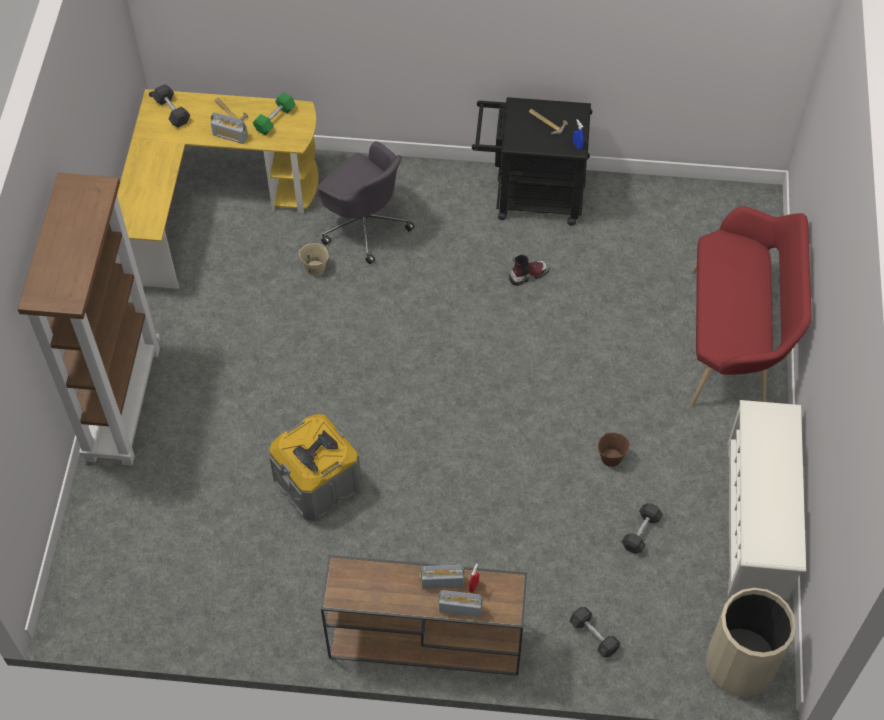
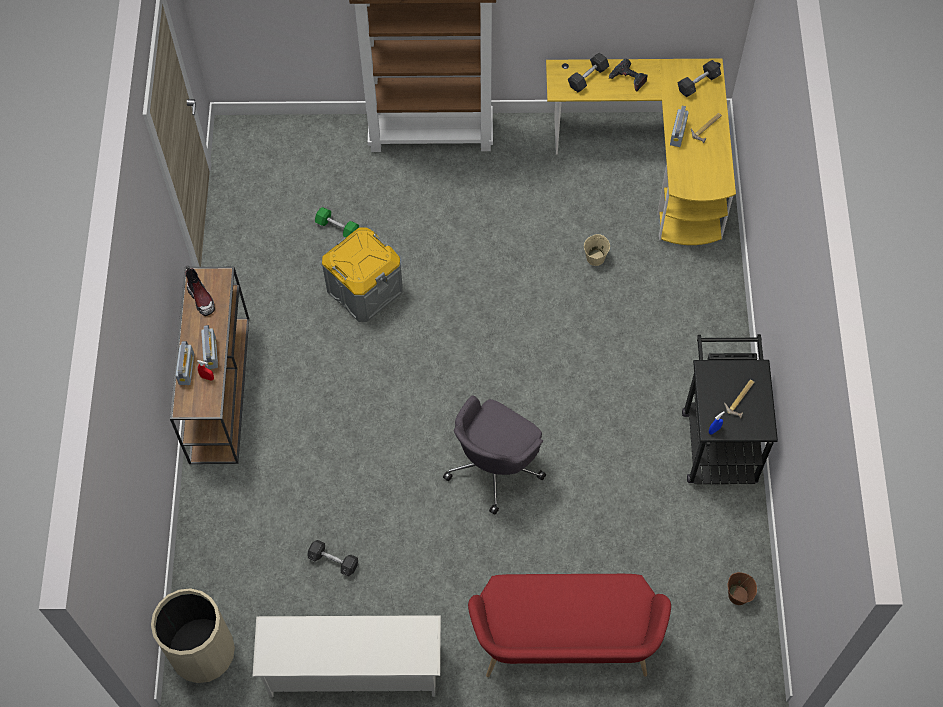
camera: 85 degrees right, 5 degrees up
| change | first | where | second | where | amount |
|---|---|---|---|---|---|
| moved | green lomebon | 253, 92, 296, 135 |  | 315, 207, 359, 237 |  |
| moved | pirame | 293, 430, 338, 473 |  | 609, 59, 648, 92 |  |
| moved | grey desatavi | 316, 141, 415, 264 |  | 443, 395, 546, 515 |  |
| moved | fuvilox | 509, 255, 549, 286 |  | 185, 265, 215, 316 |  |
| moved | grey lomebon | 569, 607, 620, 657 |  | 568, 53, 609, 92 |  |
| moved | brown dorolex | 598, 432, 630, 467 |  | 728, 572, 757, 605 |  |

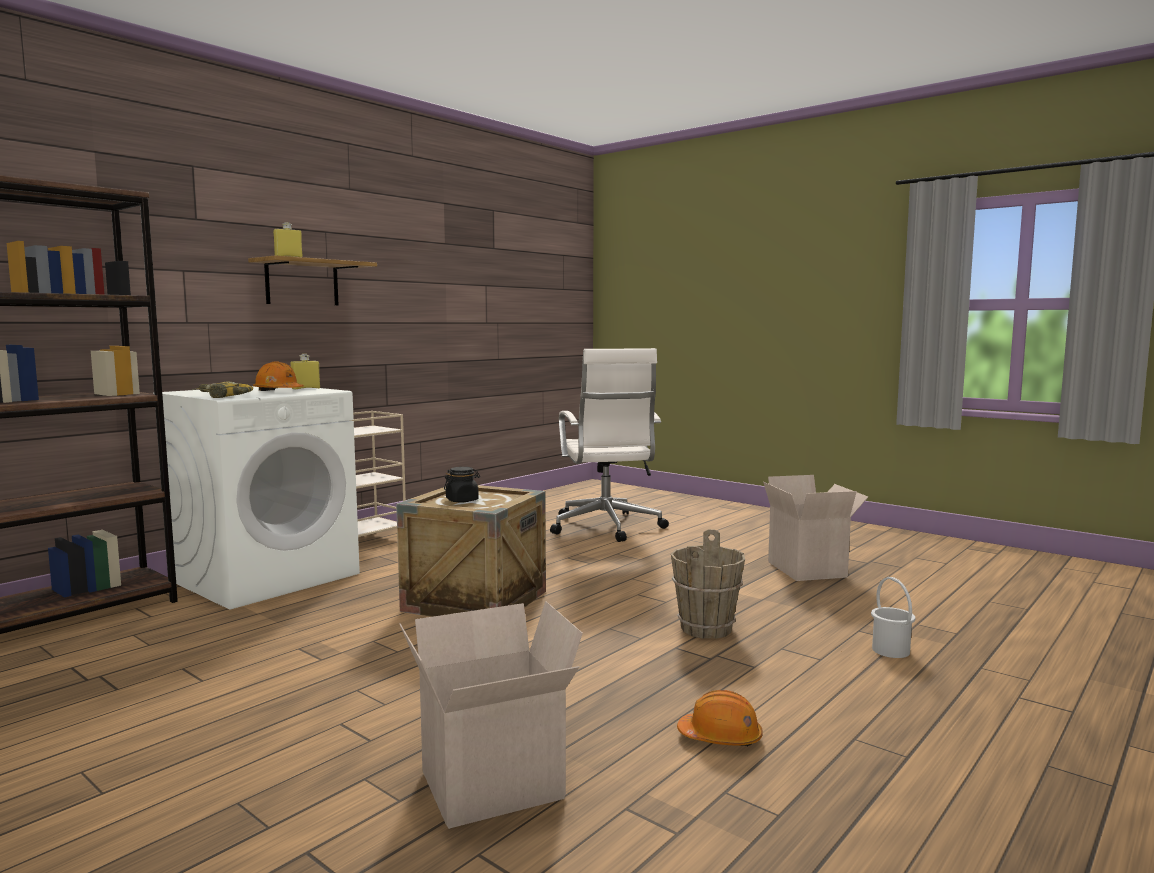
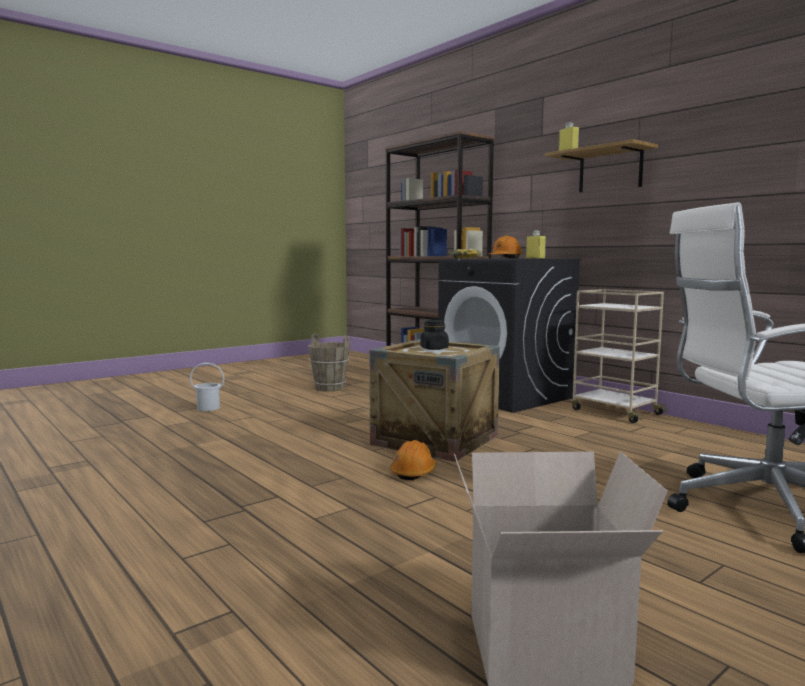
camera: 100 degrees right, 0 degrees up
| change | first | where | second | where | amount |
|---|---|---|---|---|---|
| recoloured | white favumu | 153, 386, 360, 610 | black favumu | 438, 259, 582, 413 |  |
| removed | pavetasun | 399, 601, 583, 829 |  |  |  |
| moved | brown dorolex | 671, 529, 745, 639 |  | 308, 333, 350, 392 |  |
| moved | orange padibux | 677, 690, 763, 746 |  | 390, 440, 436, 480 |  |
| moved | white dorolex | 871, 577, 916, 658 |  | 190, 363, 224, 411 |  |

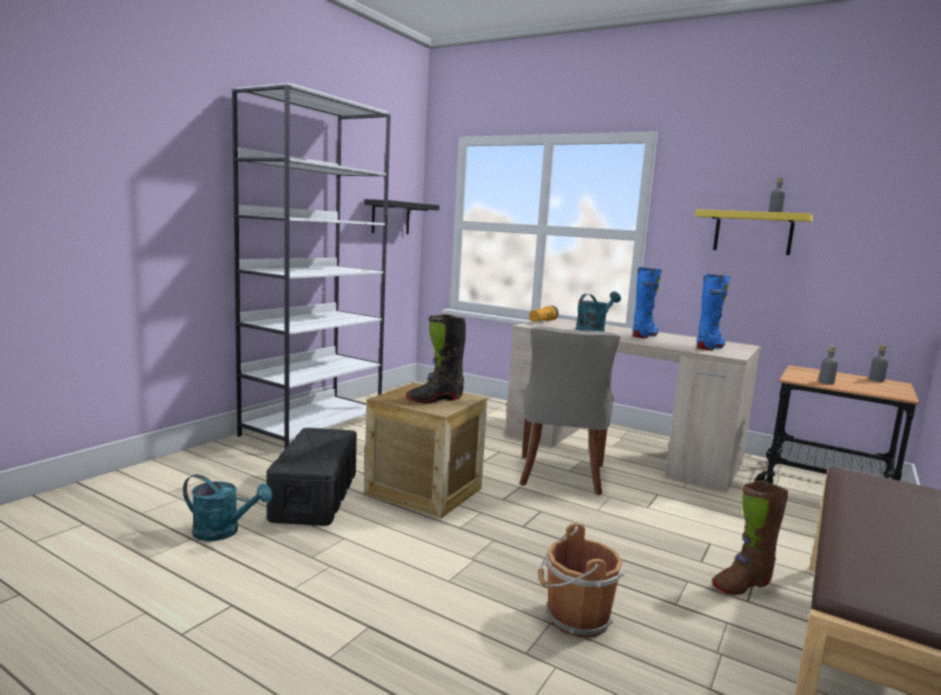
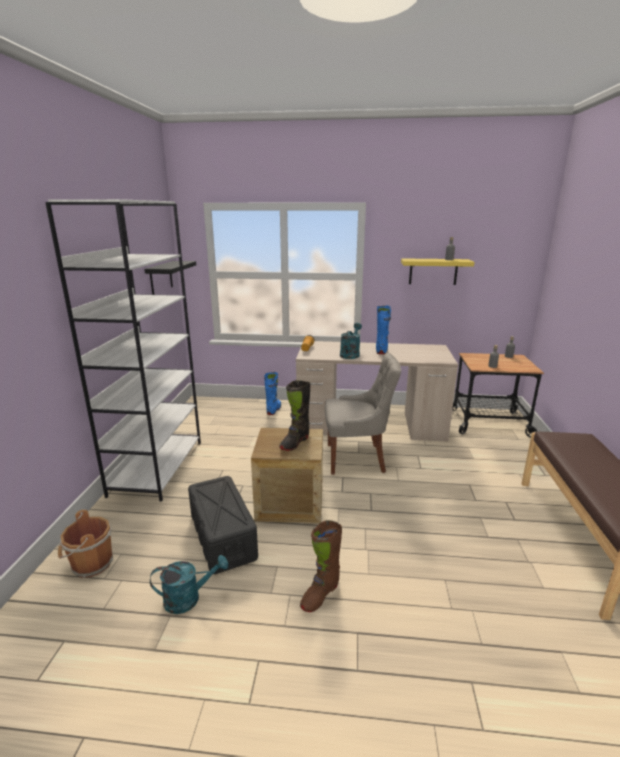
camera: 25 degrees left, 10 degrees up
| change | first | where | second | where | amount |
|---|---|---|---|---|---|
| turned | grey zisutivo | 519, 326, 620, 495 |  | 325, 353, 401, 475 | 75 degrees counterclockwise |
| moved | brown dorolex | 538, 523, 624, 637 |  | 58, 510, 113, 578 |  |
| moved | blue fuvilox | 697, 273, 730, 351 |  | 264, 372, 281, 415 |  |
| moved | brown fuvilox | 712, 481, 788, 595 |  | 300, 520, 342, 612 |  |

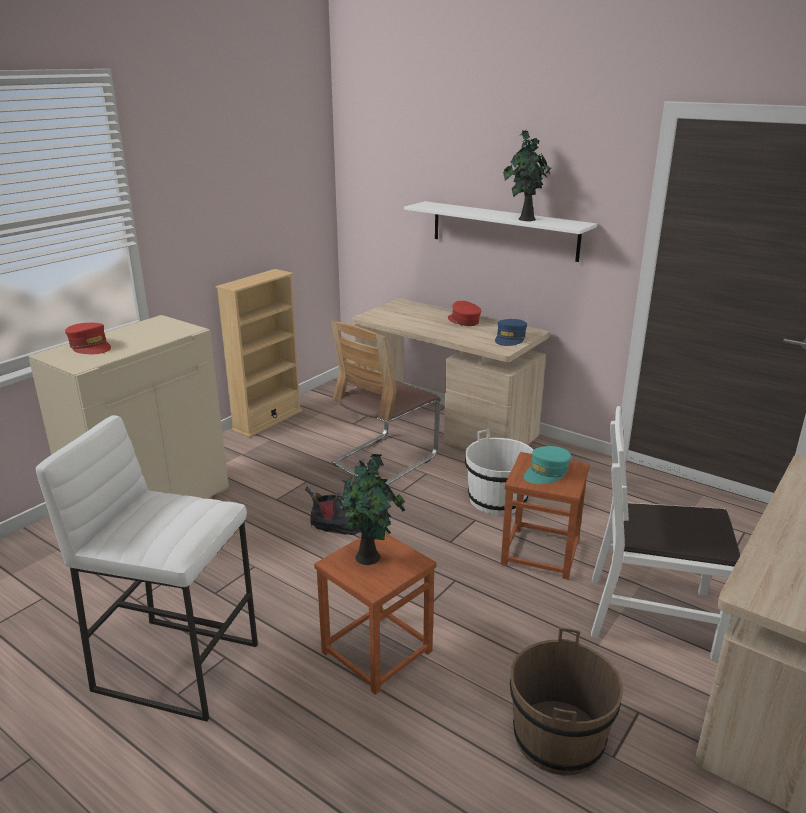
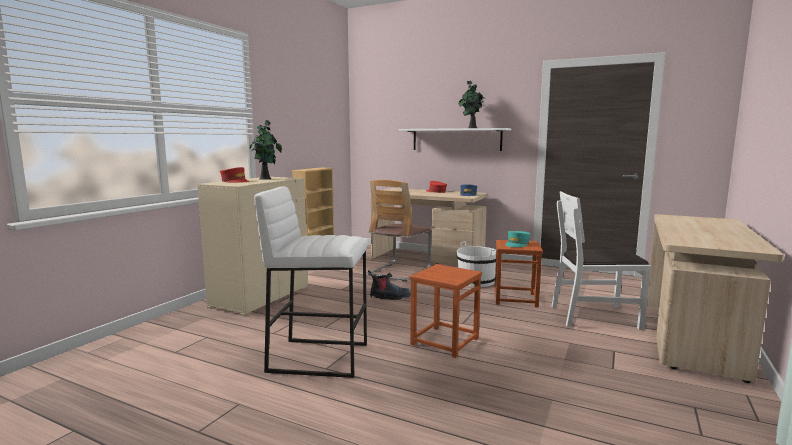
camera: 10 degrees left, 15 degrees down
| change | first | where | second | where | amount |
|---|---|---|---|---|---|
| moved | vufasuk | 337, 454, 405, 565 |  | 249, 120, 282, 180 |  |
| removed | brown dorolex | 510, 627, 623, 775 |  |  |  |

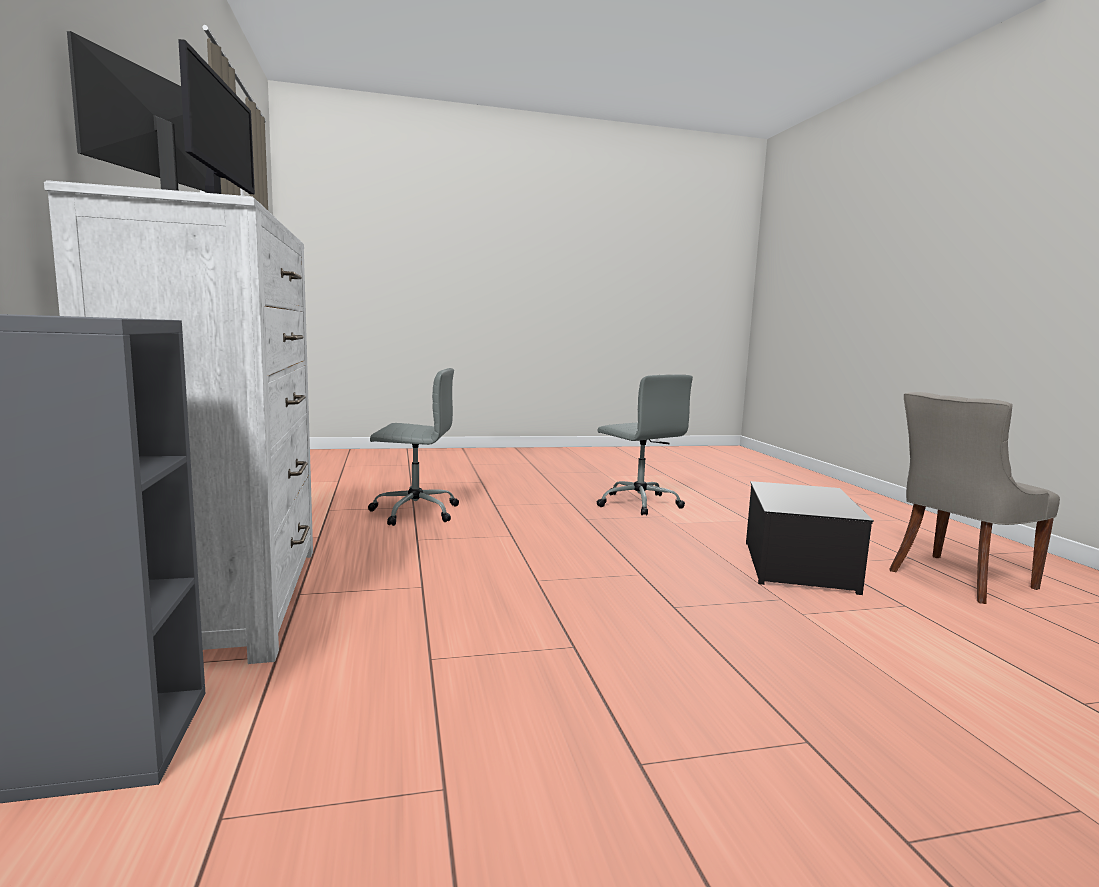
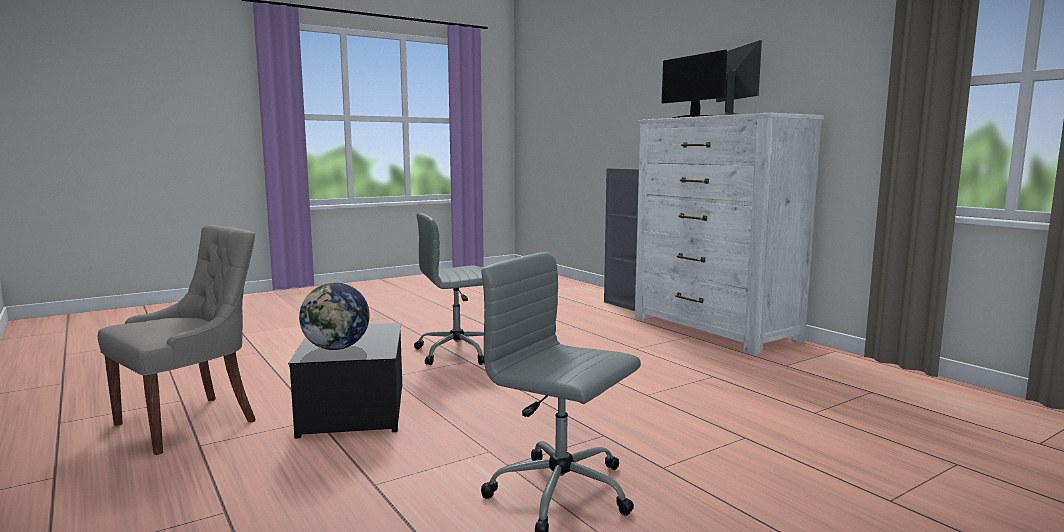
camera: 160 degrees right, 0 degrees up
| change | first | where | second | where | amount |
|---|---|---|---|---|---|
| moved | grey desatavi | 368, 368, 459, 526 |  | 414, 213, 484, 365 |  |
| added |  |  | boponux | 299, 283, 370, 350 |  |

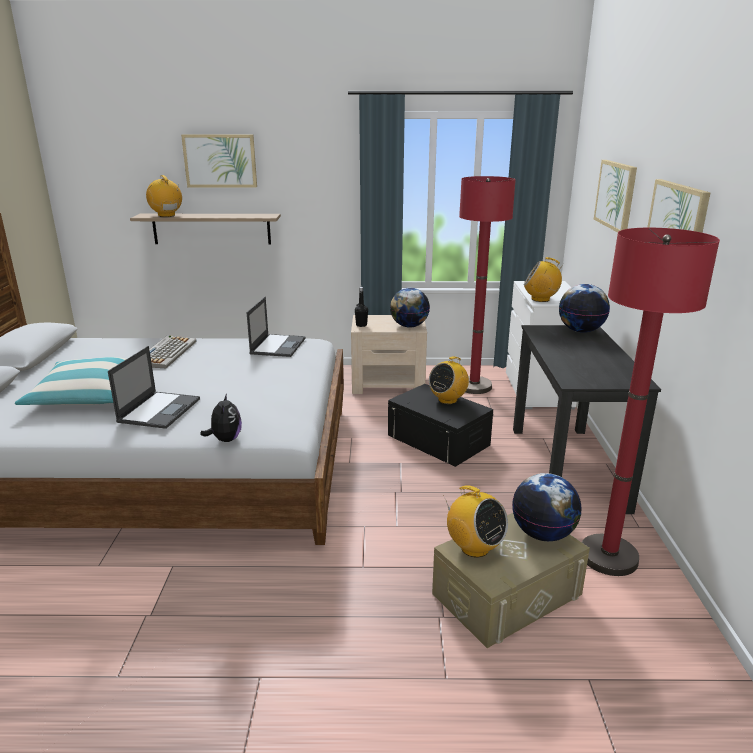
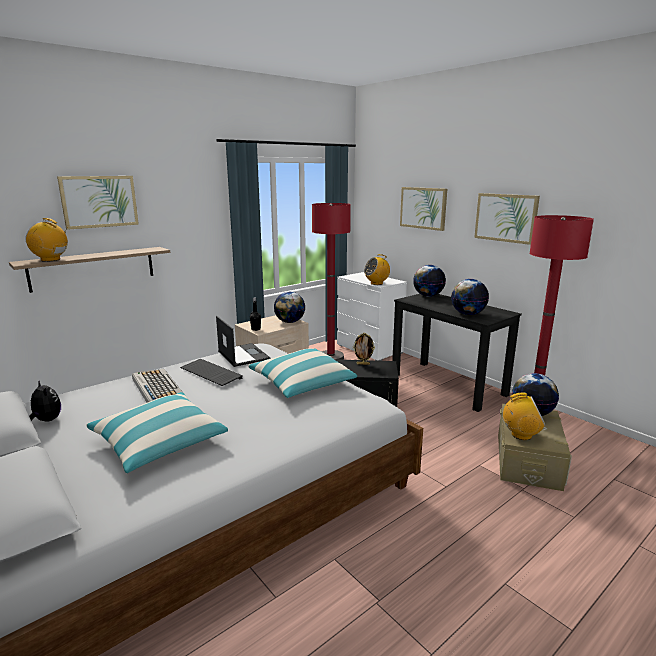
camera: 40 degrees left, 5 degrees down
| change | first | where | second | where | amount |
|---|---|---|---|---|---|
| removed | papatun | 108, 346, 200, 429 |  |  |  |
| moved | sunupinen | 200, 393, 242, 442 |  | 29, 381, 61, 422 |  |
| replaced | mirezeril | 429, 356, 469, 404 | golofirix | 353, 333, 375, 365 |  |
| added |  |  | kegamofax | 180, 359, 243, 386 |  |
| added |  |  | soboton | 248, 348, 357, 398 |  |
| added |  |  | boponux | 451, 279, 489, 315 |  |

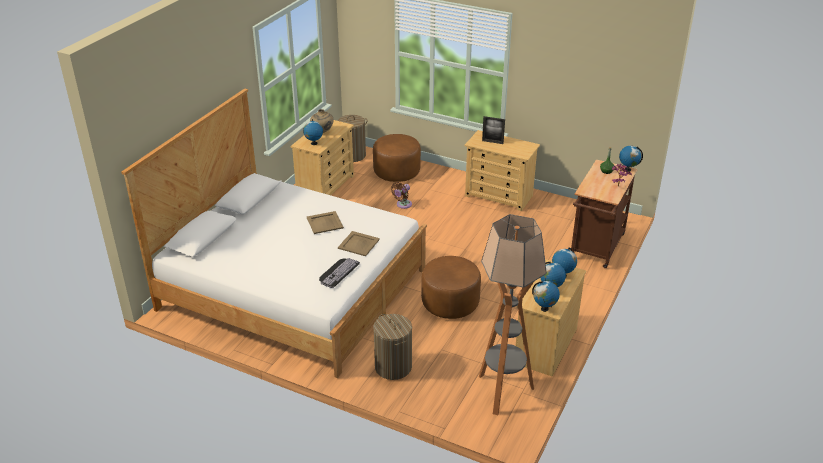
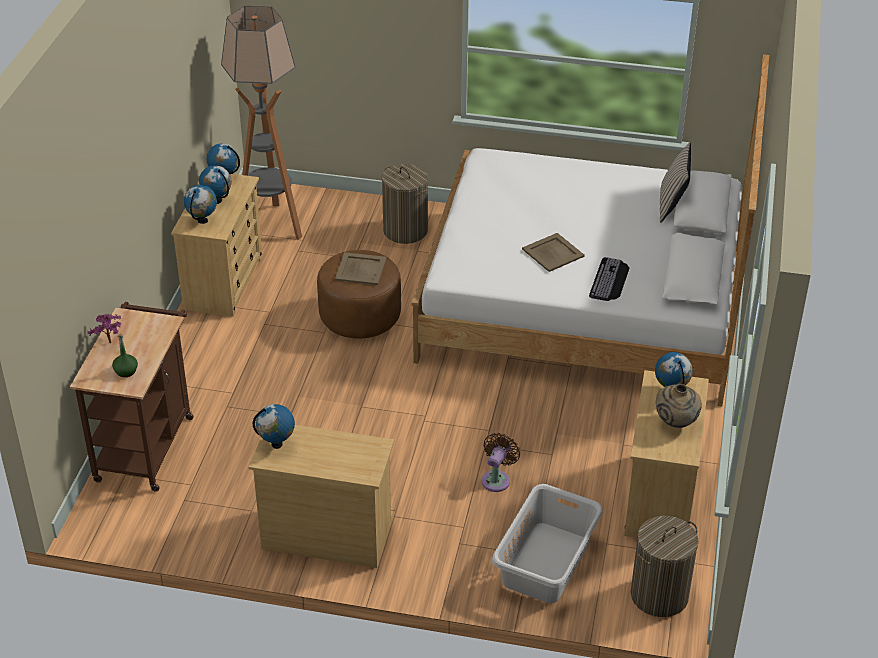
camera: 165 degrees right, 5 degrees up
| change | first | where | second | where | amount |
|---|---|---|---|---|---|
| moved | kegamofax | 319, 258, 360, 288 |  | 589, 257, 629, 301 |  |
| moved | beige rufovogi | 338, 231, 380, 256 |  | 335, 252, 386, 285 |  |
| replaced | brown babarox | 373, 134, 421, 182 | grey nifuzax | 492, 484, 603, 603 |  |
| removed | golofirix | 482, 116, 505, 144 |  |  |  |
| moved | boponux | 619, 146, 643, 172 |  | 253, 404, 295, 449 |  |
| added |  |  | beige soboton | 660, 142, 691, 223 |  |

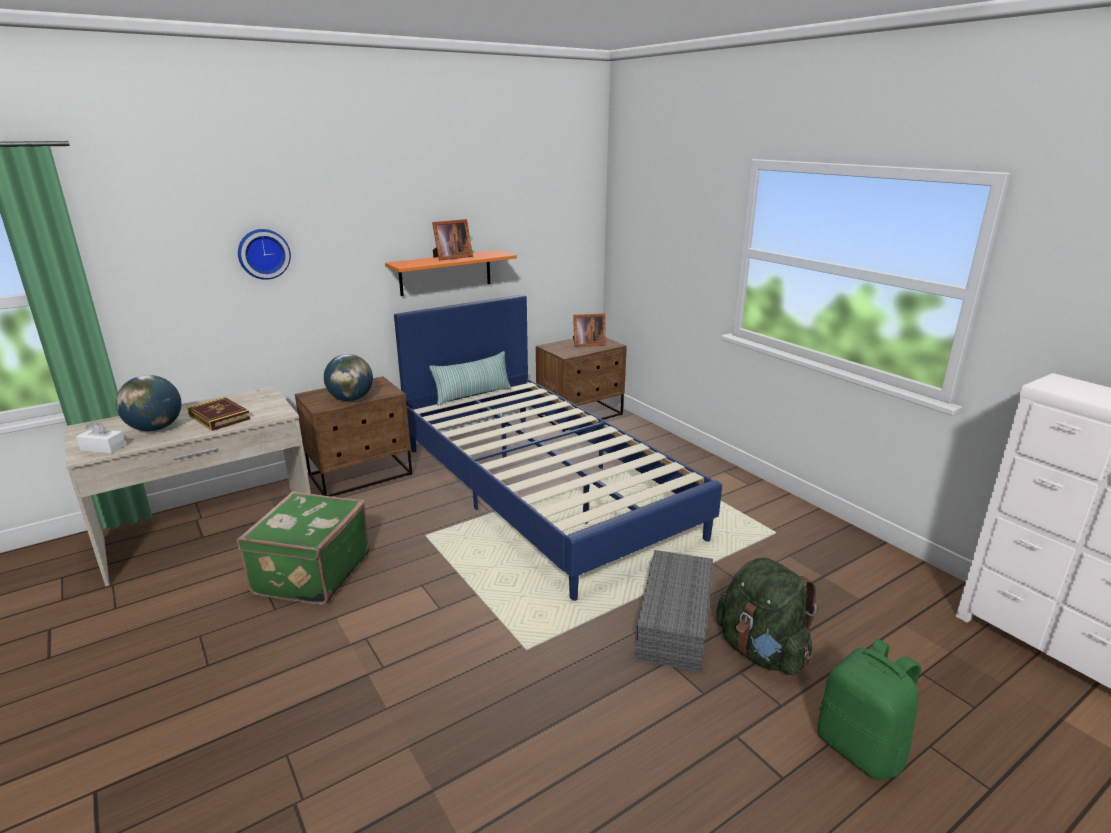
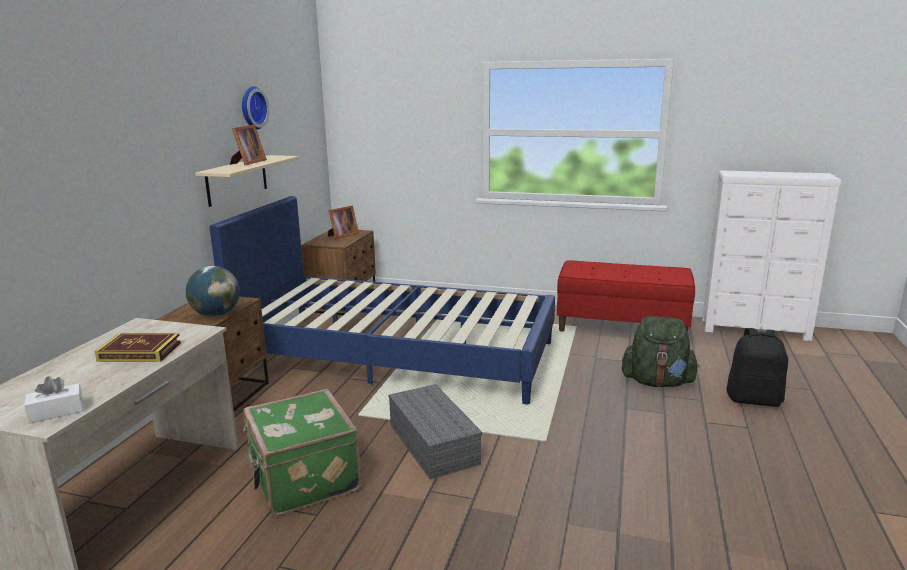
camera: 40 degrees left, 5 degrees down
| change | first | where | second | where | amount |
|---|---|---|---|---|---|
| removed | boponux | 116, 375, 181, 431 |  |  |  |
| moved | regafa | 238, 229, 291, 280 |  | 242, 86, 269, 130 |  |
| recoloured | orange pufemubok | 385, 250, 517, 296 | beige pufemubok | 195, 155, 299, 207 |  |
| removed | soboton | 429, 351, 511, 406 |  |  |  |
| moved | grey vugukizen | 635, 550, 713, 672 |  | 389, 384, 482, 479 |  |
| recoloured | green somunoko | 817, 639, 921, 780 | black somunoko | 727, 328, 788, 407 |  |
| added |  |  | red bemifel | 557, 260, 695, 332 |  |

